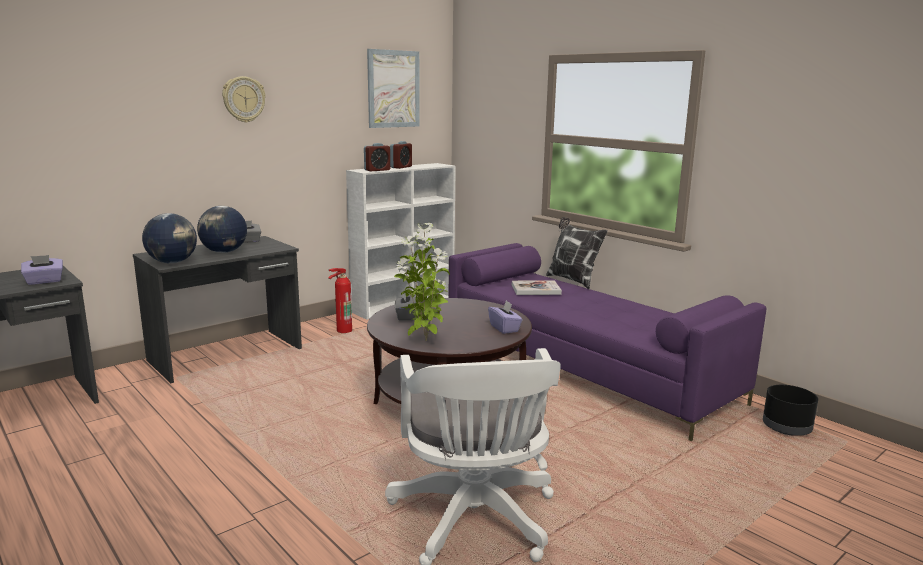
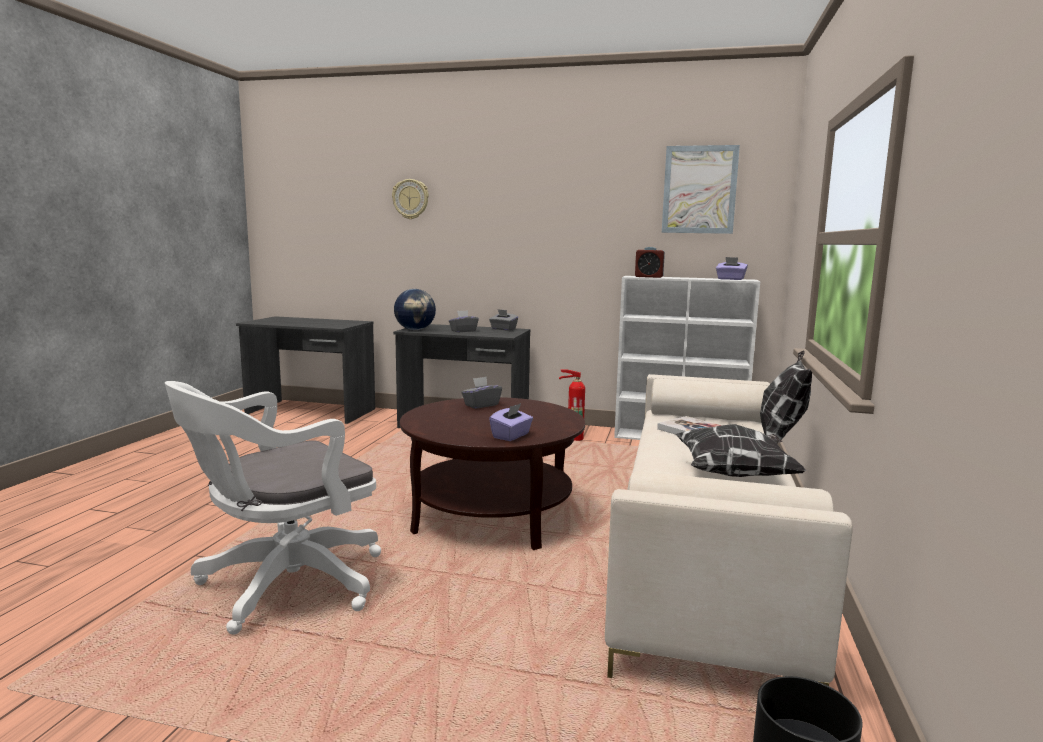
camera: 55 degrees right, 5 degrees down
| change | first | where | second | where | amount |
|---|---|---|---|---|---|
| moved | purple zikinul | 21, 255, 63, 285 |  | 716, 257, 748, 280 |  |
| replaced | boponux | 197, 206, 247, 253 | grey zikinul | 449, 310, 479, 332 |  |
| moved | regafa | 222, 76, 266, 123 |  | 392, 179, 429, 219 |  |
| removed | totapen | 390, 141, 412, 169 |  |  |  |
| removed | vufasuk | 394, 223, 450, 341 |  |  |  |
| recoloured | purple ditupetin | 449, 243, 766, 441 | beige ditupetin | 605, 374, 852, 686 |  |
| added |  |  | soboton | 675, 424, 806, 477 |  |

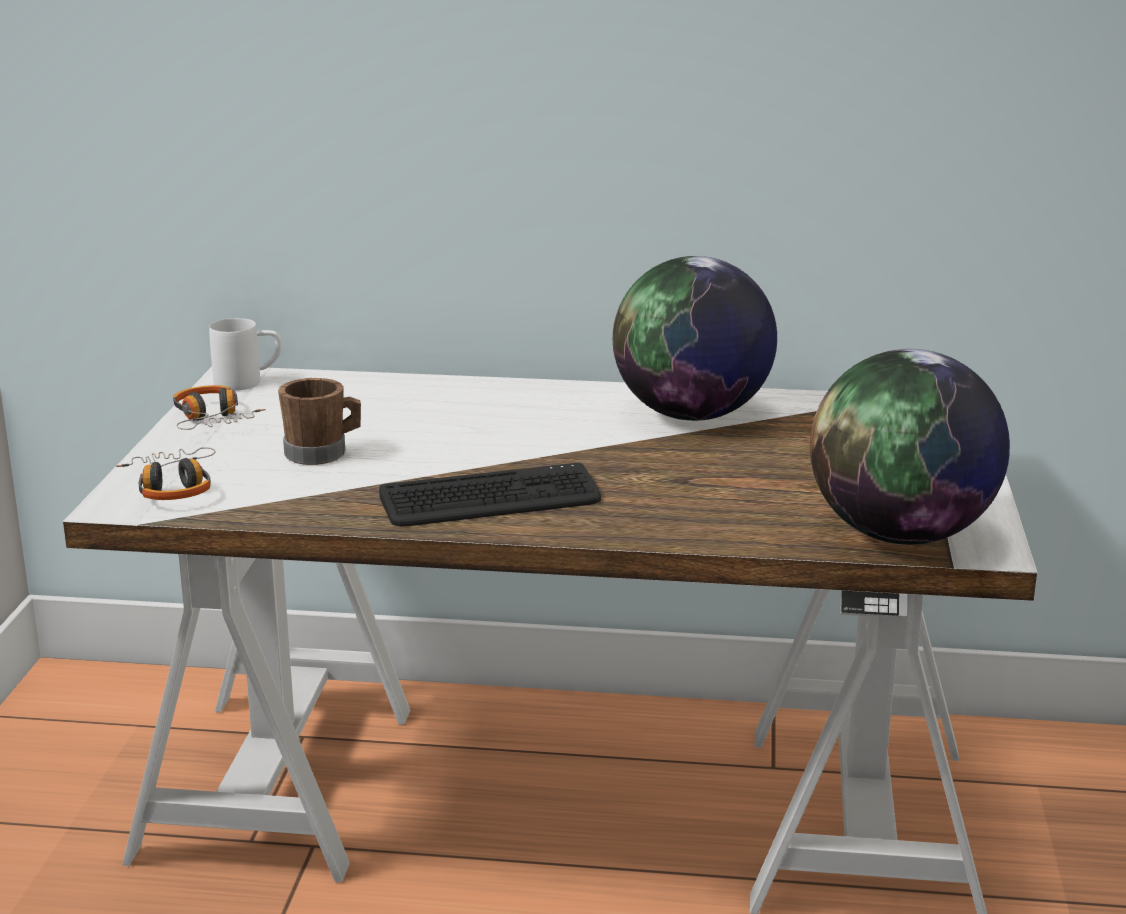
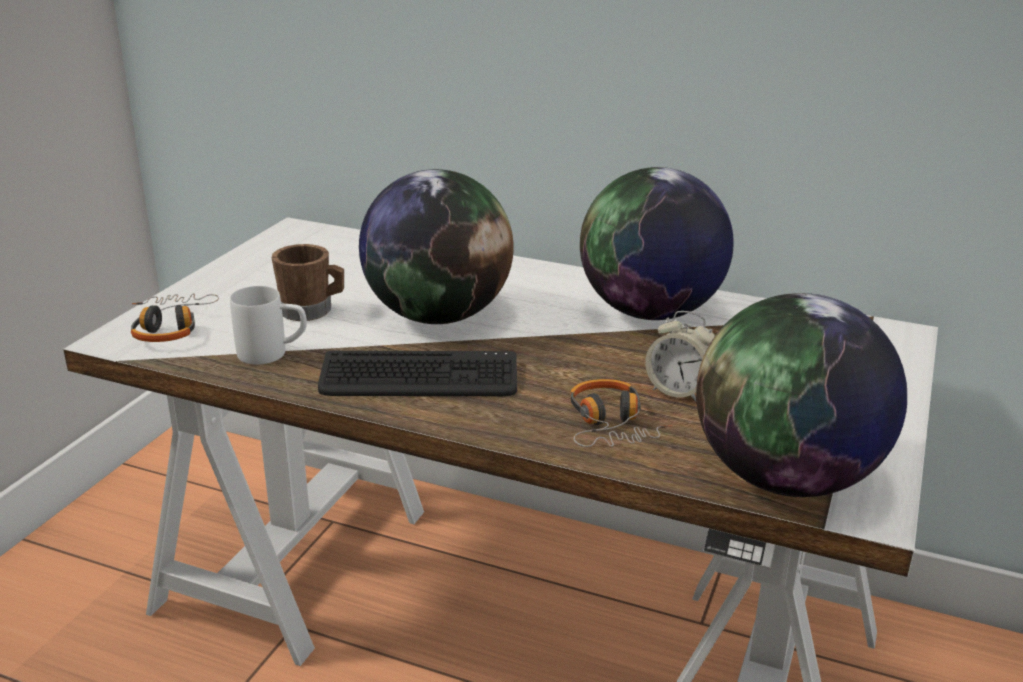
camera: 15 degrees right, 5 degrees up
| change | first | where | second | where | amount |
|---|---|---|---|---|---|
| moved | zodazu | 173, 385, 266, 430 |  | 570, 379, 672, 447 |  |
| moved | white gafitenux | 209, 318, 281, 391 |  | 230, 286, 307, 365 |  |
| added |  |  | boponux | 359, 169, 514, 324 |  |
| added |  |  | totapen | 645, 311, 715, 402 |  |

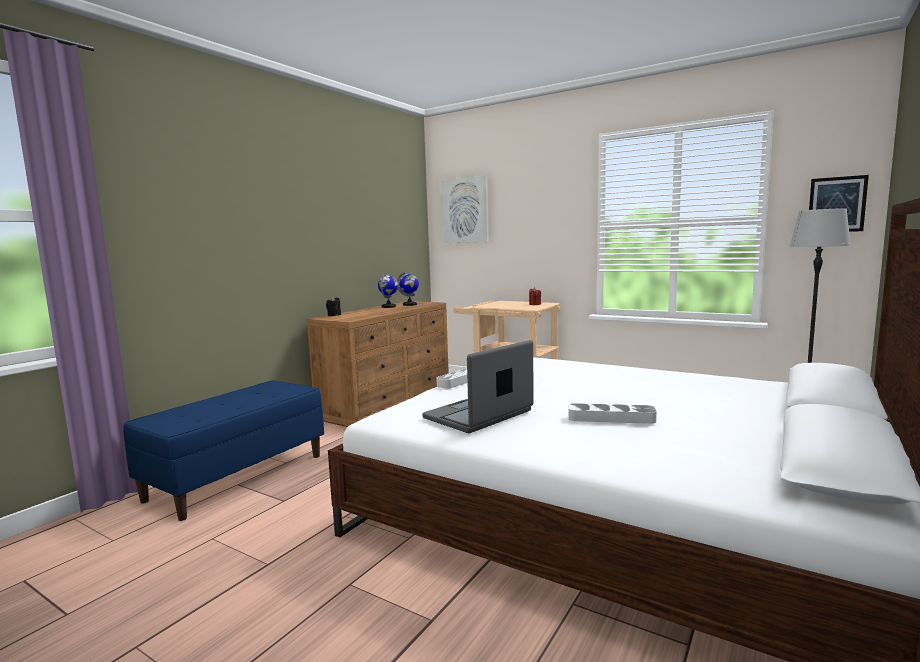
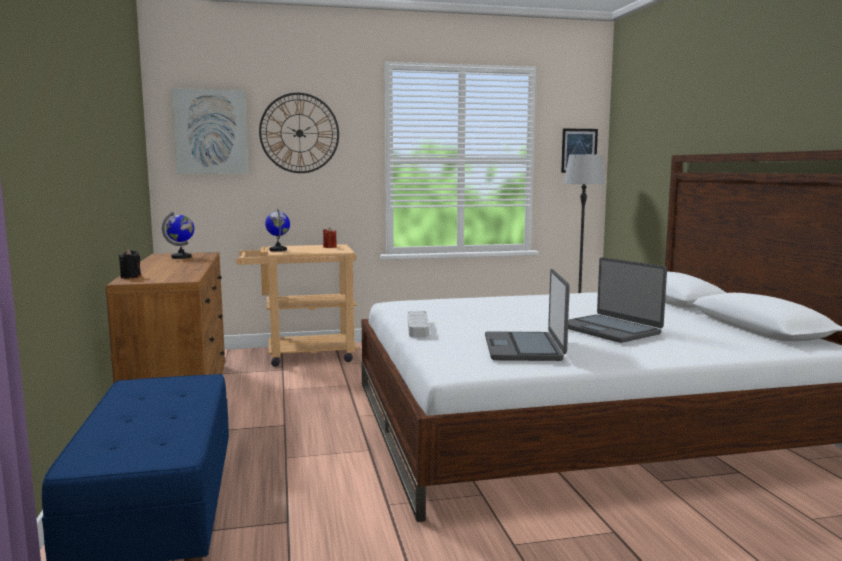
camera: 45 degrees left, 0 degrees up
| change | first | where | second | where | amount |
|---|---|---|---|---|---|
| moved | boponux | 378, 273, 398, 308 |  | 265, 209, 290, 251 |  |
| replaced | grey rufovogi | 569, 403, 657, 424 | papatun | 568, 257, 667, 343 |  |
| added |  |  | regafa | 259, 93, 339, 173 |  |

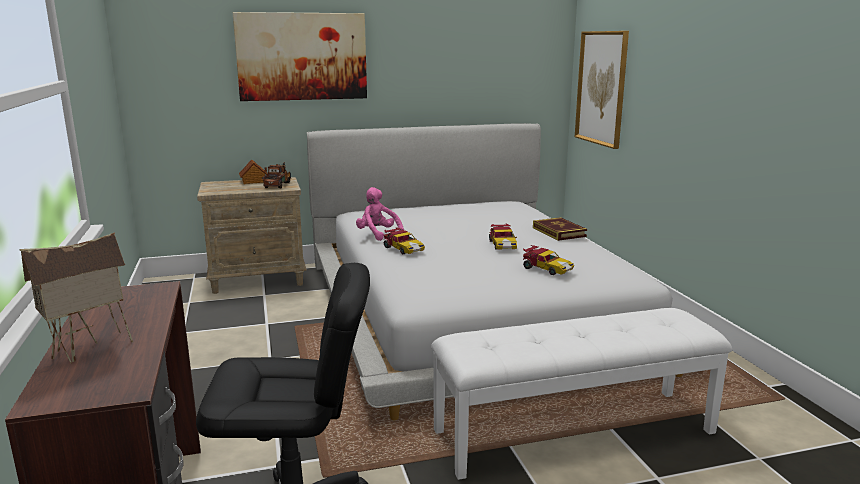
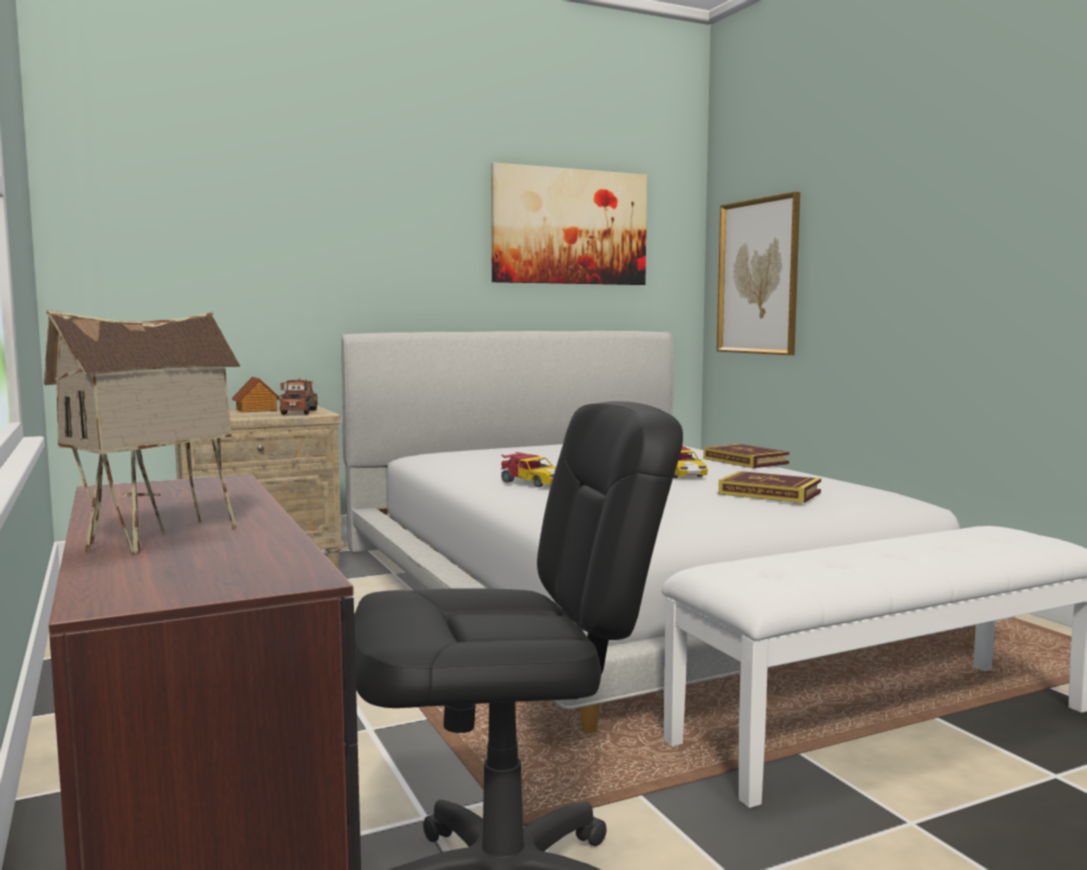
camera: 10 degrees left, 10 degrees down
| change | first | where | second | where | amount |
|---|---|---|---|---|---|
| moved | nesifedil | 233, 12, 367, 101 |  | 491, 162, 647, 285 |  |
| removed | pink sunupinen | 356, 187, 404, 241 |  |  |  |
| replaced | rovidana | 523, 245, 574, 275 | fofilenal | 718, 471, 821, 503 |  |

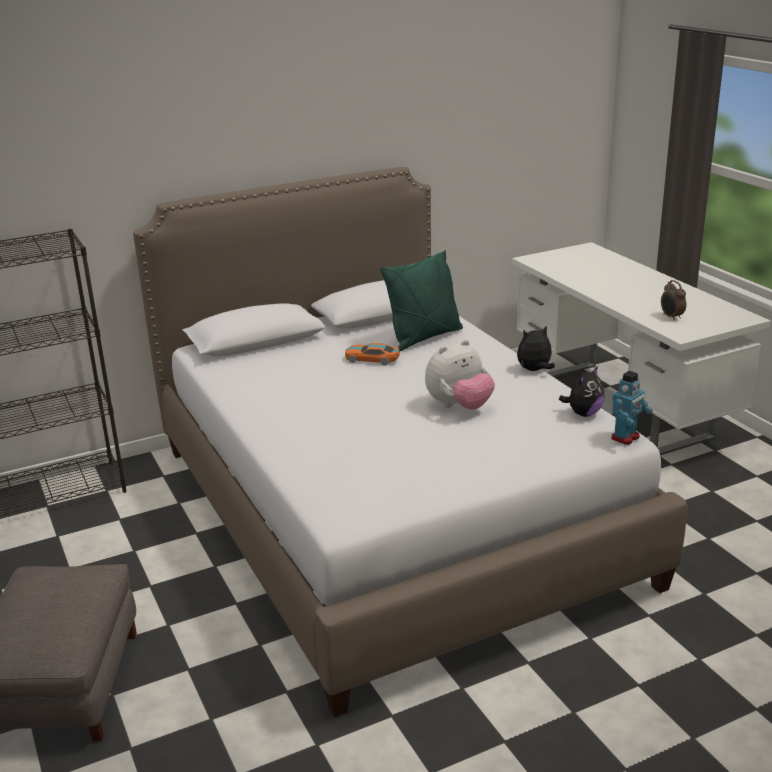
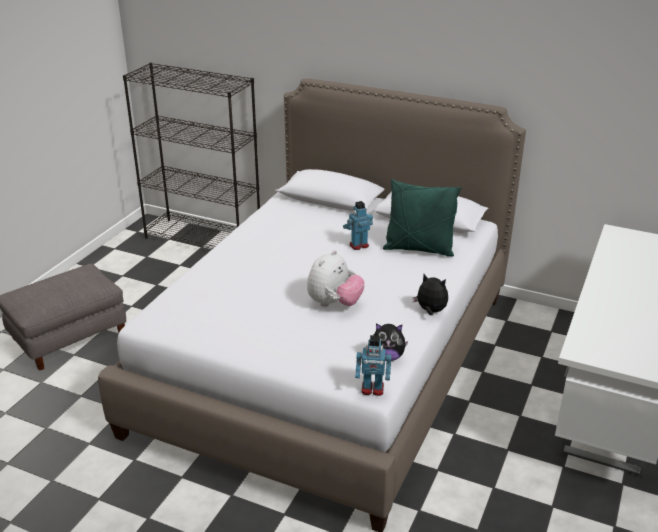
camera: 50 degrees right, 5 degrees up
| change | first | where | second | where | amount |
|---|---|---|---|---|---|
| replaced | rovidana | 345, 343, 400, 366 | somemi | 343, 201, 373, 250 |  |
| turned | sunupinen | 425, 340, 495, 410 |  | 307, 250, 365, 307 | 75 degrees counterclockwise |
| removed | totapen | 661, 280, 686, 321 |  |  |  |

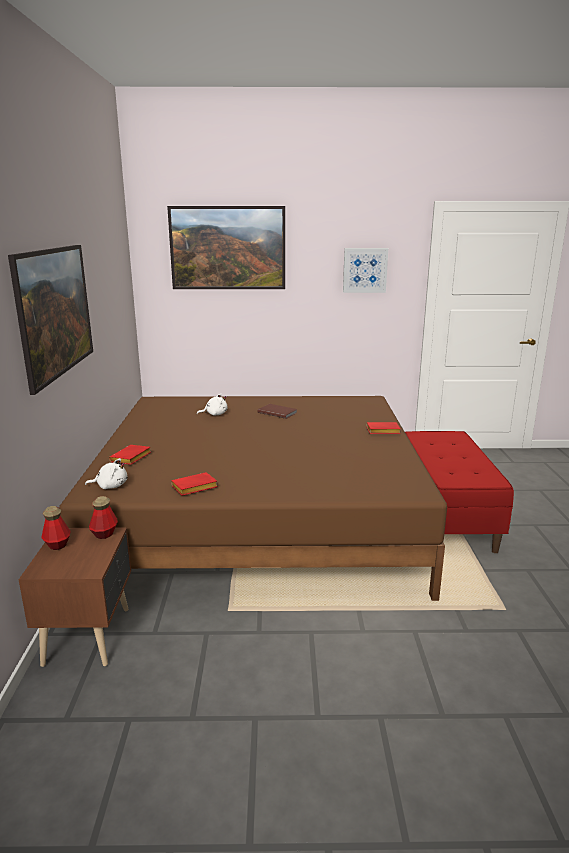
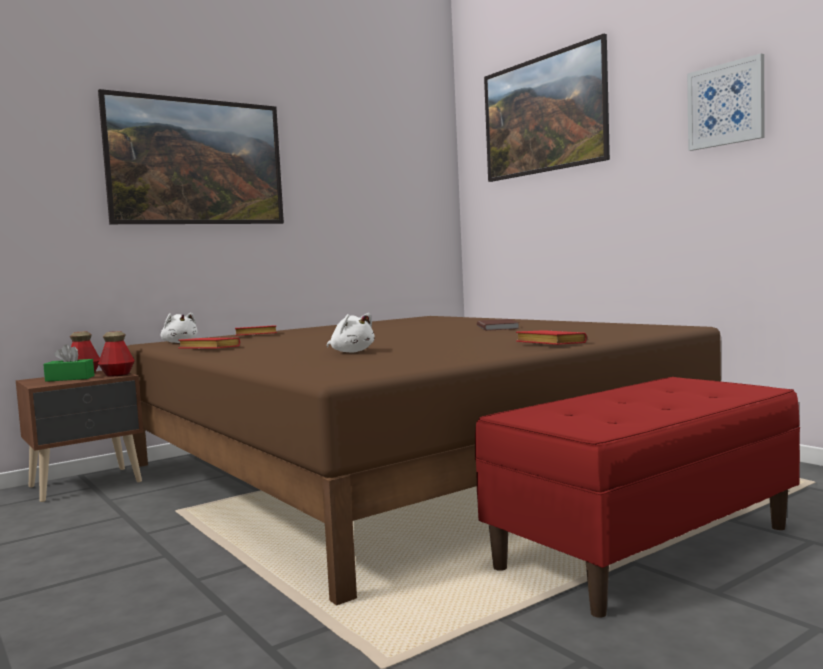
camera: 55 degrees right, 15 degrees down
| change | first | where | second | where | amount |
|---|---|---|---|---|---|
| moved | white sunupinen | 197, 394, 228, 416 |  | 327, 313, 375, 352 |  |
| added |  |  | green zikinul | 43, 344, 95, 382 |  |

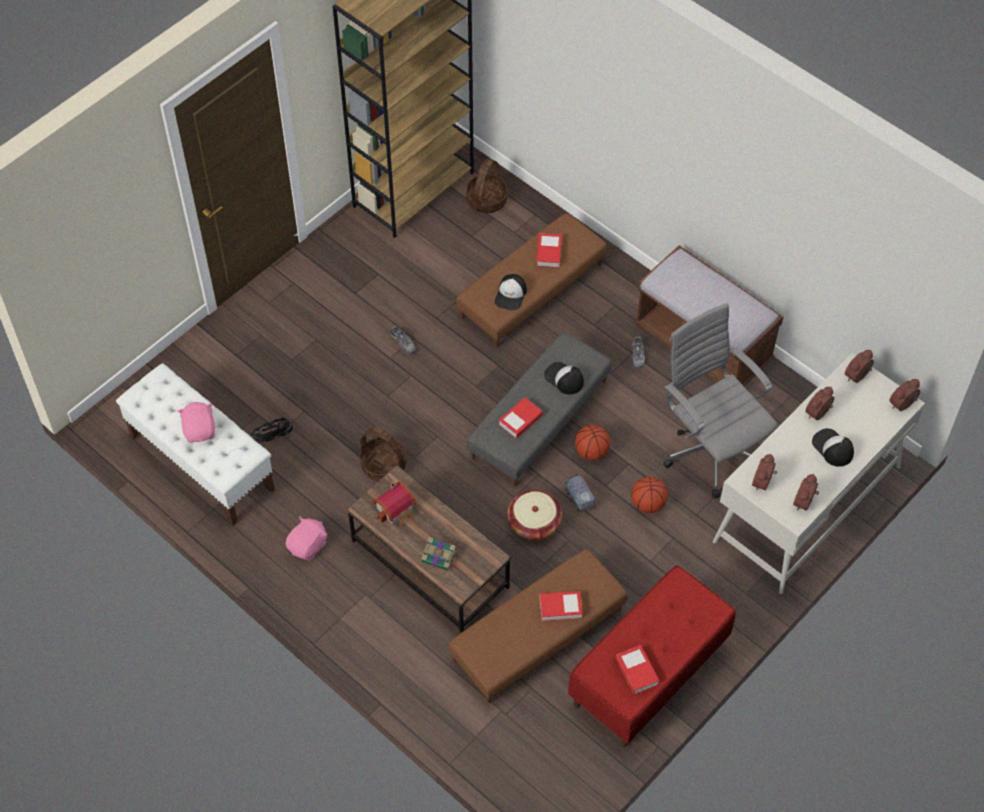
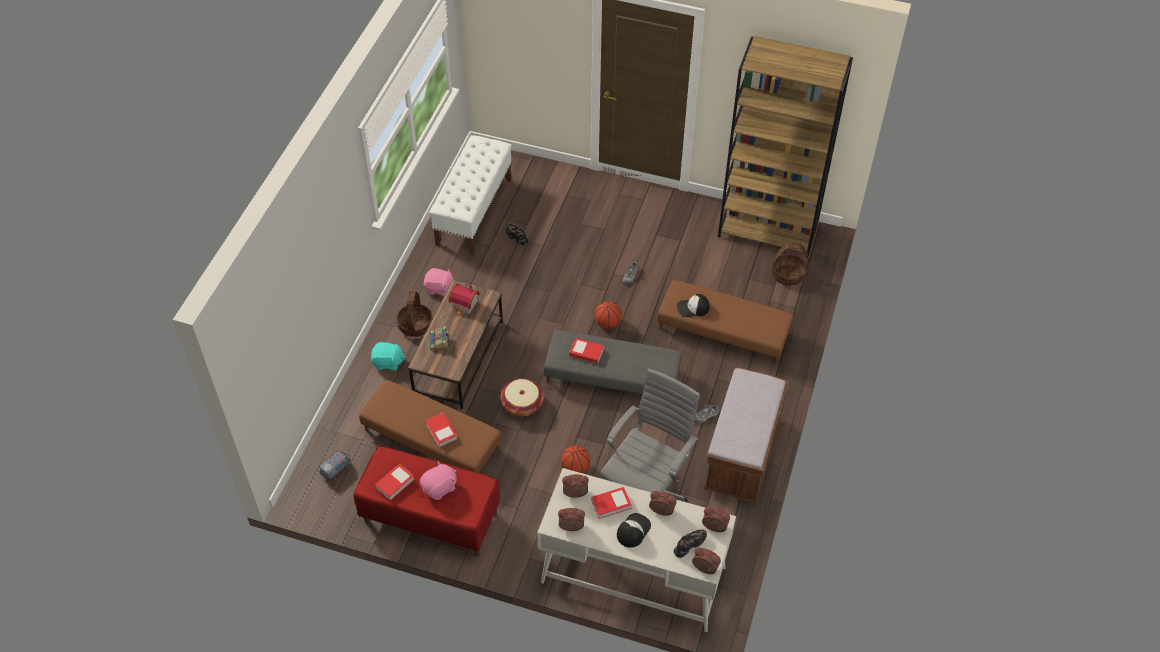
camera: 65 degrees right, 5 degrees down
| change | first | where | second | where | amount |
|---|---|---|---|---|---|
| moved | pink sunupinen | 177, 402, 215, 443 |  | 420, 461, 457, 500 |  |
| moved | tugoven | 360, 426, 407, 481 |  | 397, 291, 433, 337 |  |
| moved | fofilenal | 536, 233, 562, 268 |  | 591, 487, 632, 519 |  |
| removed | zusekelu | 544, 362, 584, 394 |  |  |  |
| moved | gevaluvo | 565, 474, 596, 512 |  | 319, 451, 351, 481 |  |
| moved | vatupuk | 575, 425, 610, 460 |  | 594, 301, 622, 329 |  |
| added |  |  | turquoise sunupinen | 371, 341, 406, 371 |  |
| added |  |  | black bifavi | 674, 529, 707, 558 |  |

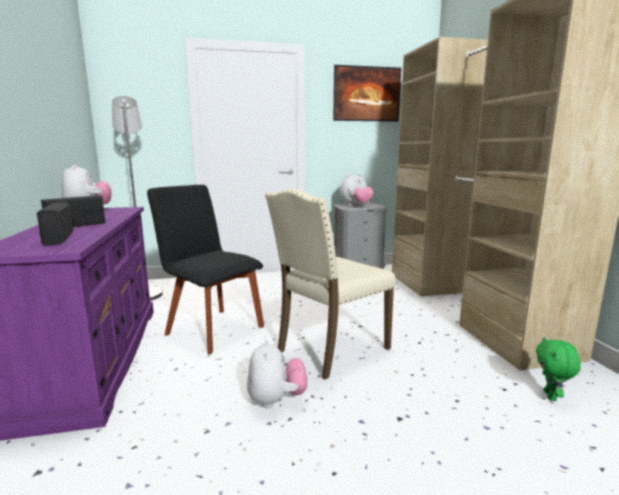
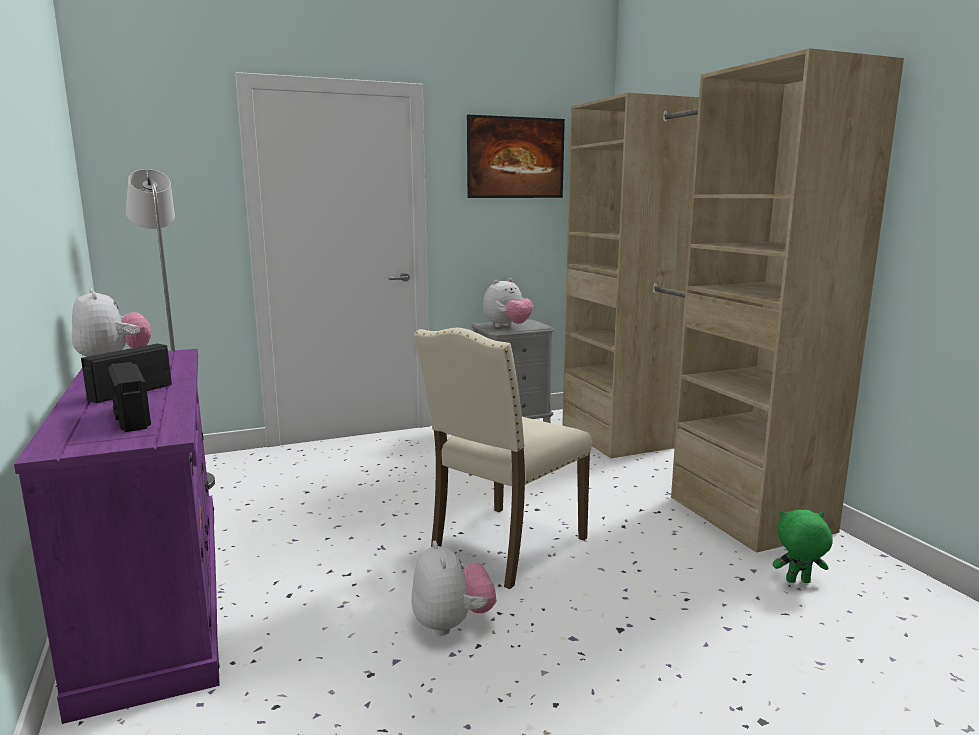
camera: 10 degrees left, 0 degrees up
| change | first | where | second | where | amount |
|---|---|---|---|---|---|
| removed | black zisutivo | 147, 185, 264, 354 |  |  |  |
| turned | green sunupinen | 536, 337, 581, 401 |  | 773, 510, 833, 583 | 90 degrees clockwise |

